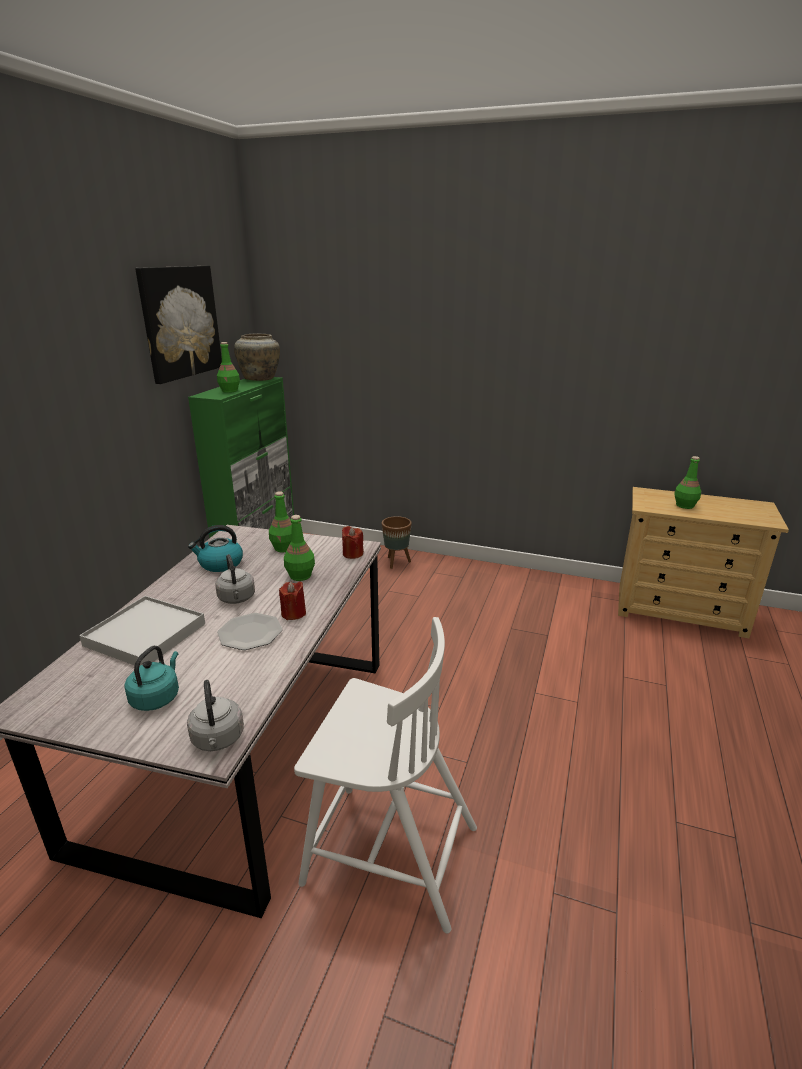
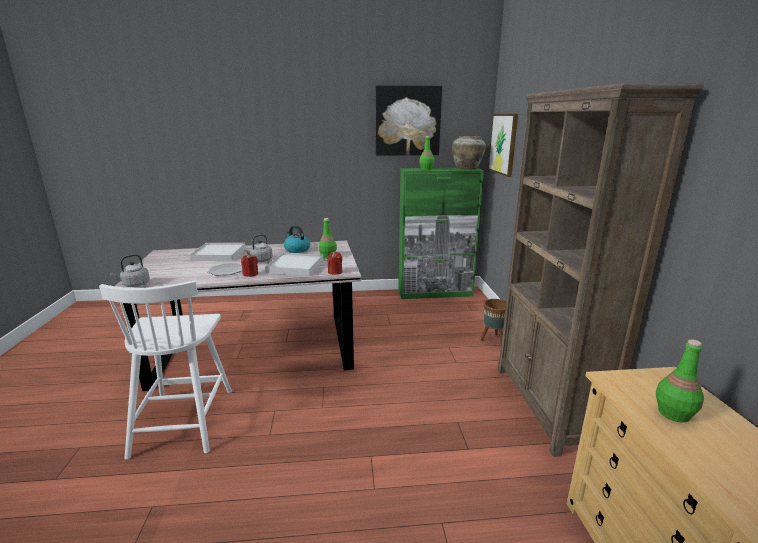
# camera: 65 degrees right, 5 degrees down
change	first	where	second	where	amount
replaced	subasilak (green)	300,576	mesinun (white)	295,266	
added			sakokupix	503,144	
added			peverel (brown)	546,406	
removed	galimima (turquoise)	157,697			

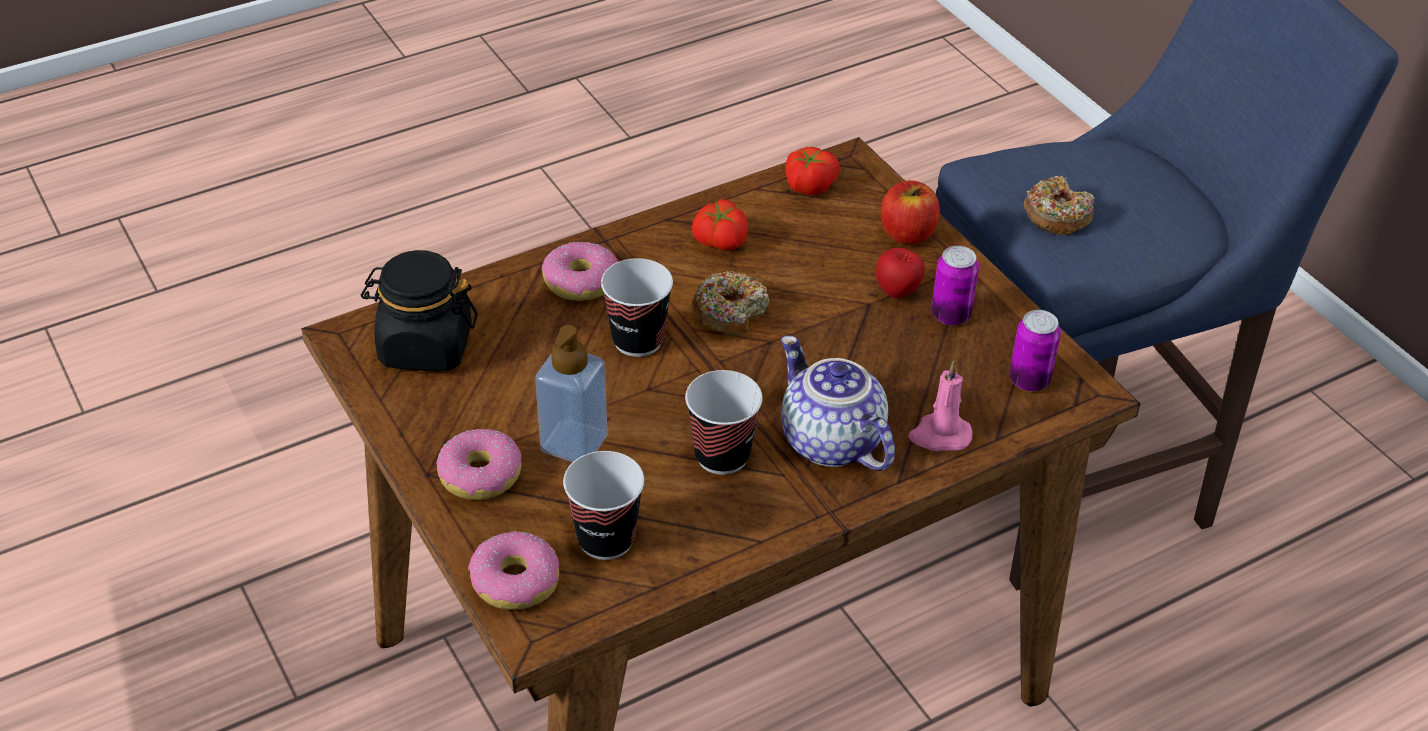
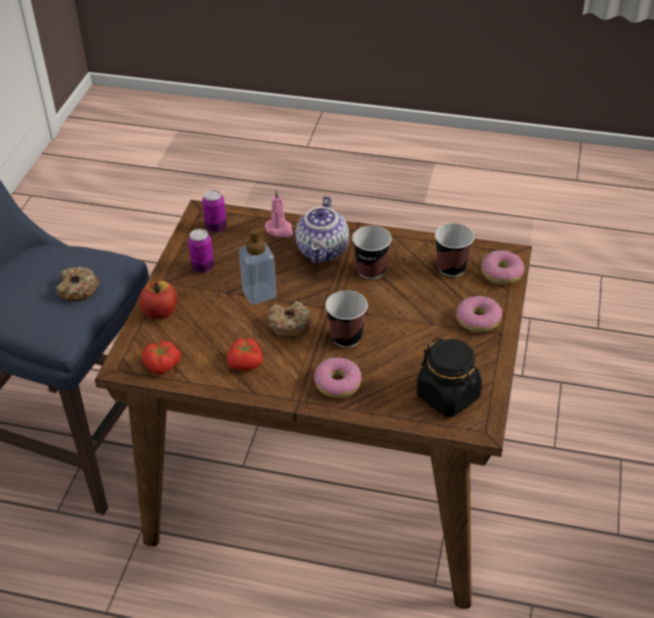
# camera: 135 degrees left, 0 degrees up
change	first	where	second	where	amount
moved	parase	574,443		259,294	
removed	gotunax	898,292			

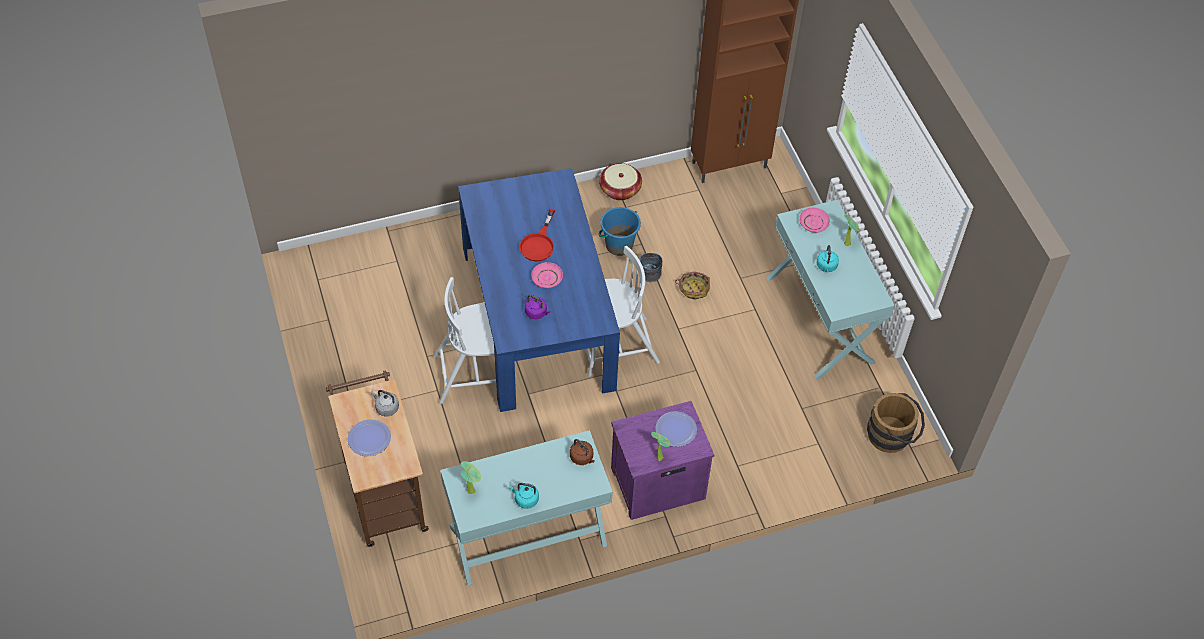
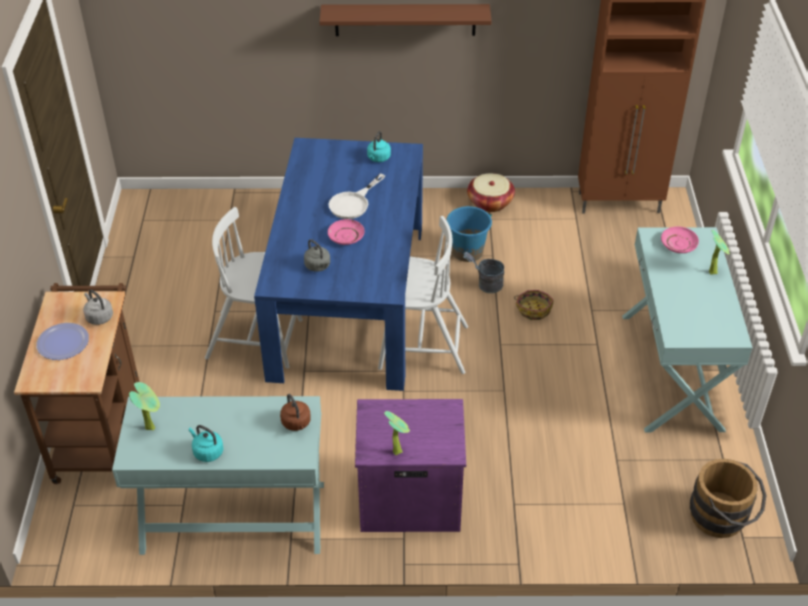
# camera: 20 degrees right, 10 degrees down
change	first	where	second	where	amount
recoloured	galimima (purple)	537,313	galimima (grey)	318,266	
added			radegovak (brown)	405,19	
recoloured	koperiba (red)	539,243	koperiba (white)	353,203	
moved	galimima (turquoise)	826,267		378,158	
removed	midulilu	676,430			

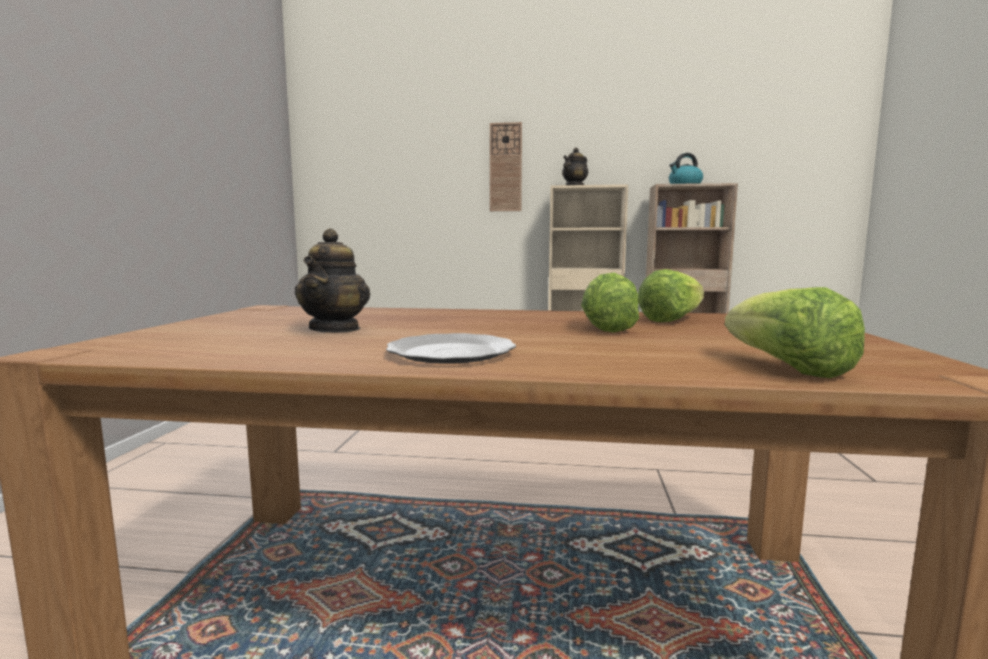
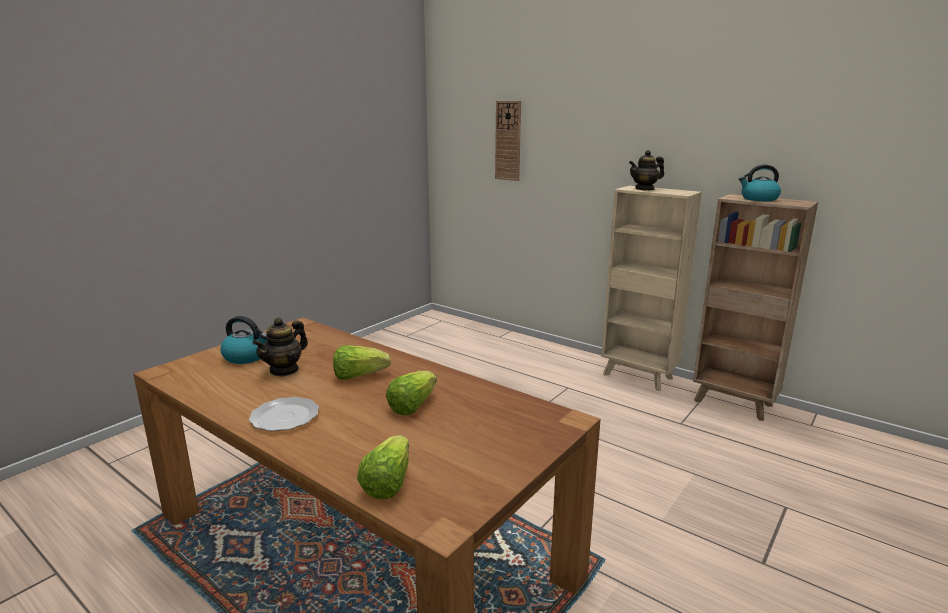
# camera: 30 degrees right, 10 degrees up
change	first	where	second	where	amount
added			galimima	247,356	
moved	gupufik	671,320		359,376	
moved	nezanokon	505,167		508,141	

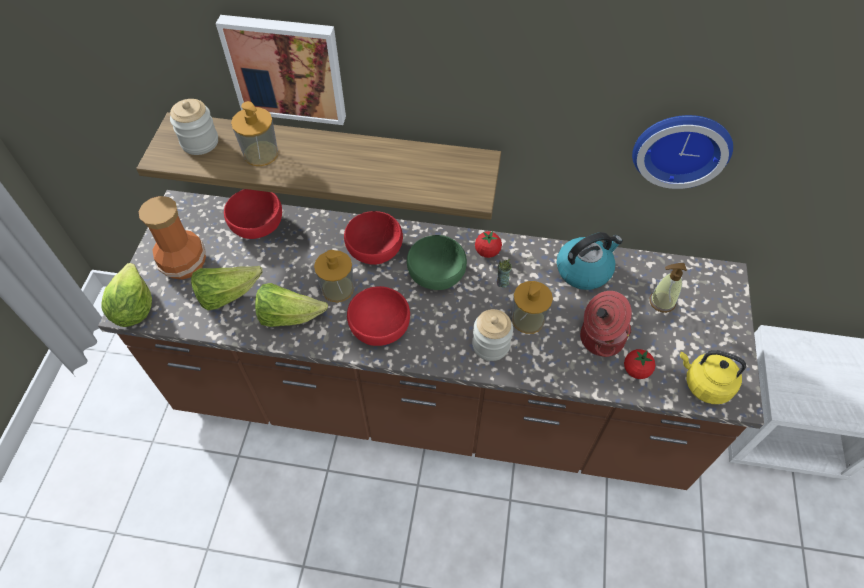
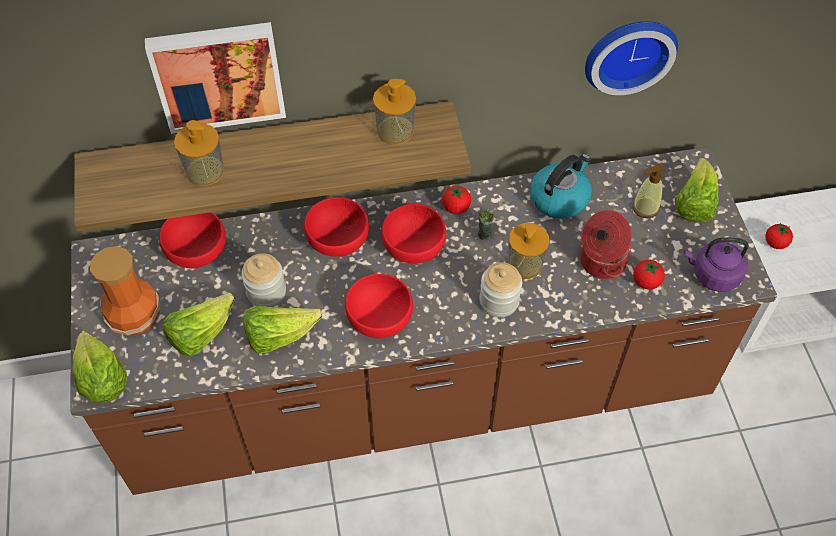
# camera: 20 degrees left, 0 degrees up
change	first	where	second	where	amount
moved	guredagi	200,142		266,292	
moved	parase	337,289		395,130	
recoloured	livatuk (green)	435,273	livatuk (red)	413,246	
added			gupufik	694,204	
recoloured	galimima (yellow)	704,384	galimima (purple)	713,275	
added			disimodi	775,243	

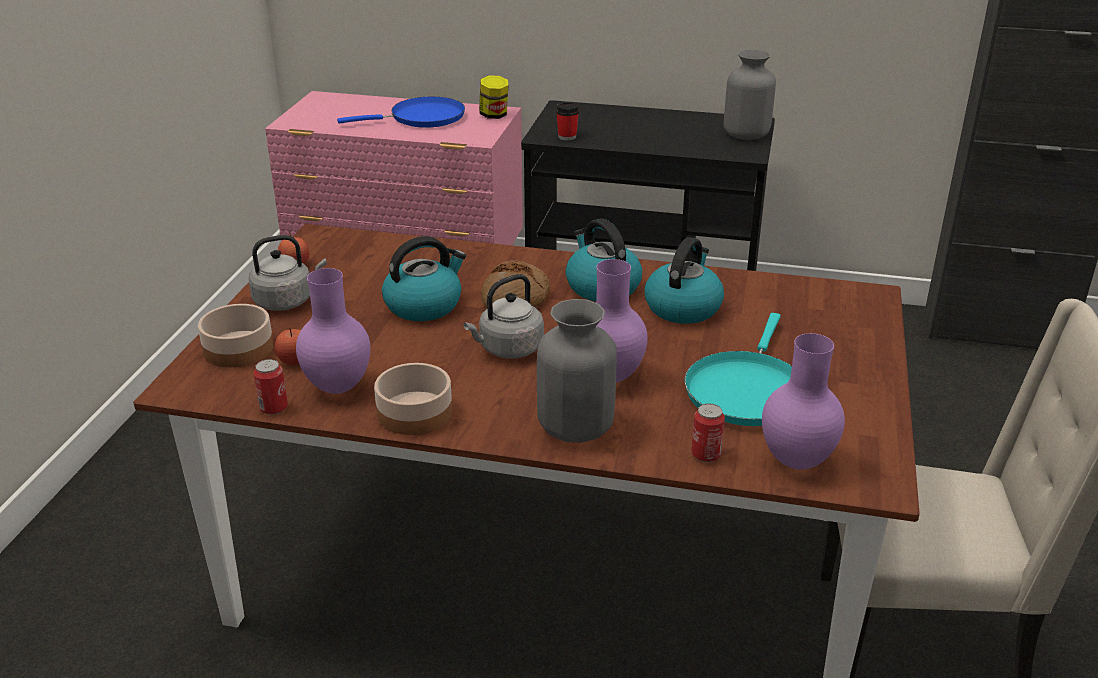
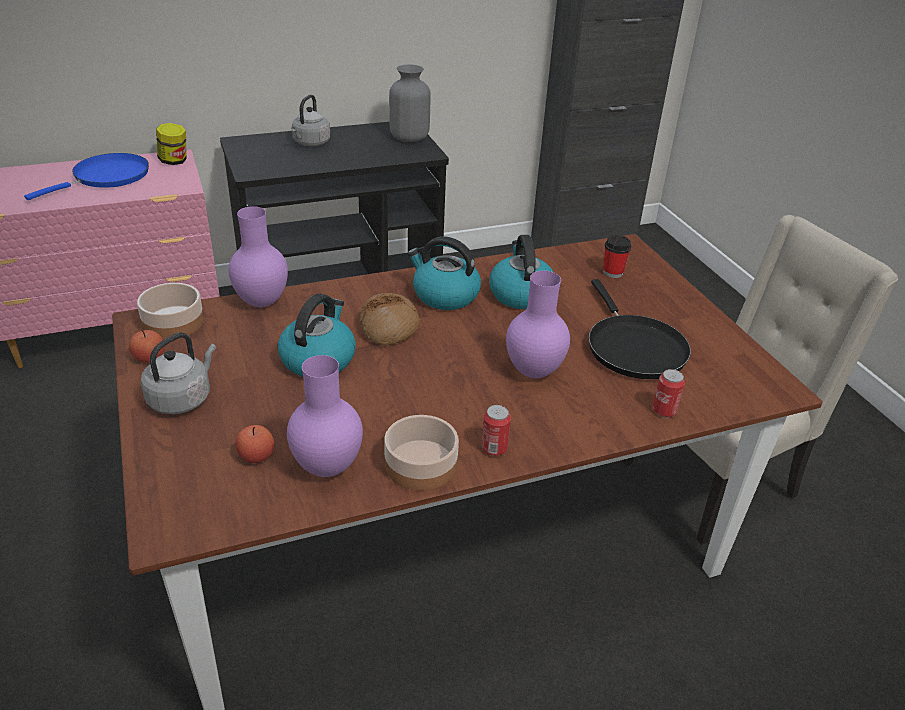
# camera: 35 degrees left, 5 degrees up
change	first	where	second	where	amount
moved	livatuk	238,348		173,322	
moved	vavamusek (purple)	798,461		263,302	
moved	galimima (grey)	508,349		310,143	
moved	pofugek	274,408		494,448	
recoloured	koperiba (turquoise)	746,390	koperiba (black)	633,347	
moved	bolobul	567,137		613,272	
removed	vavamusek (grey)	575,427			

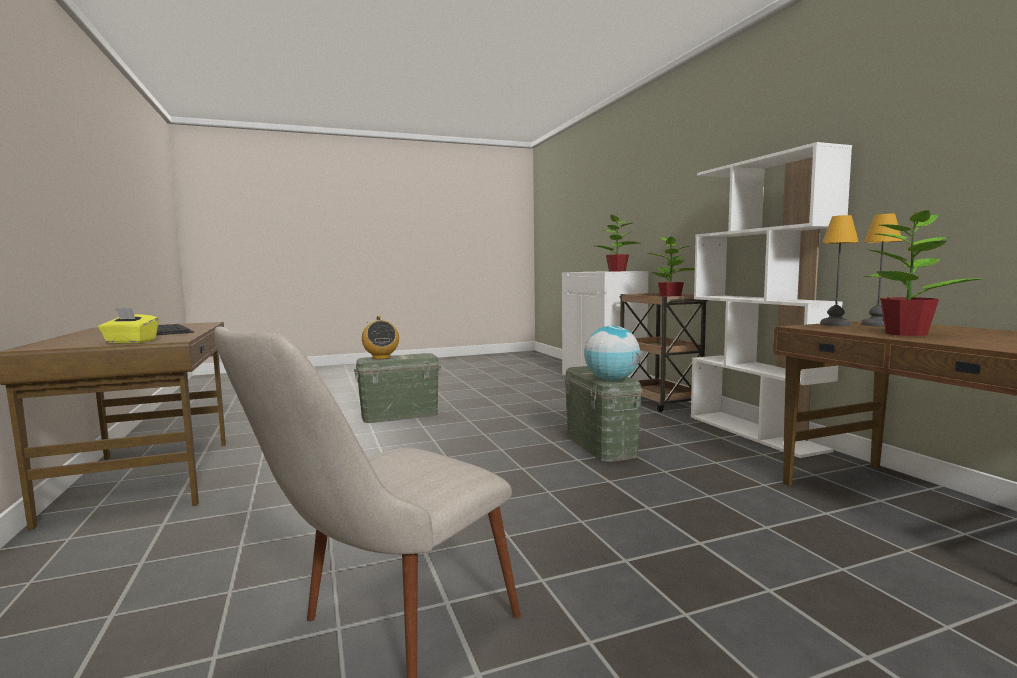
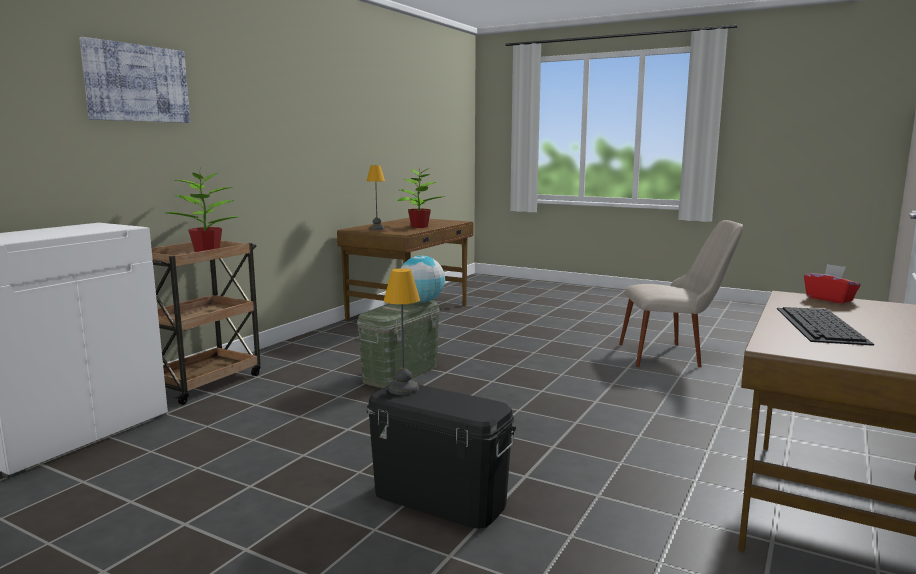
# camera: 130 degrees left, 5 degrees up
change	first	where	second	where	amount
added			sakokupix	137,83	
recoloured	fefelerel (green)	400,415	fefelerel (black)	439,498	
moved	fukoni	835,324		404,389	
recoloured	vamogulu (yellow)	130,342	vamogulu (red)	829,299	
removed	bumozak	381,357			
removed	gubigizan	617,271			
removed	peverel (white)	755,433			

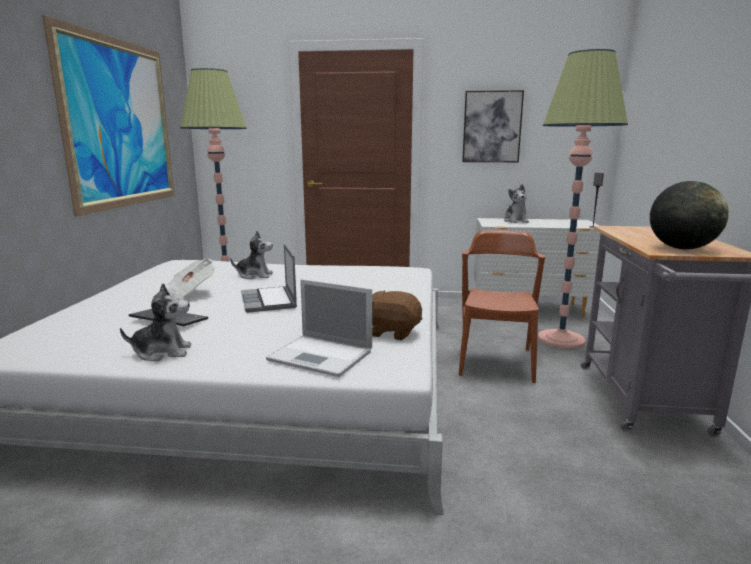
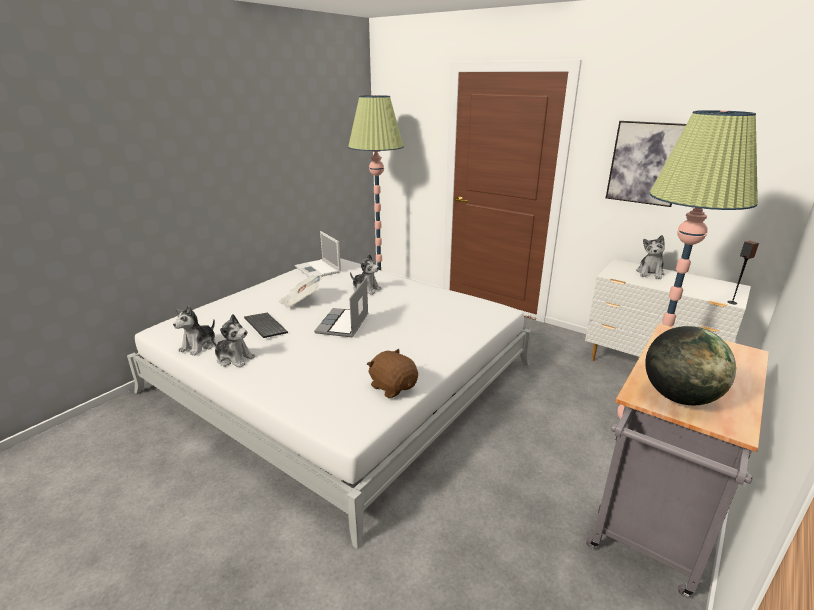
# camera: 30 degrees right, 10 degrees up
change	first	where	second	where	amount
added			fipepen	199,346	
moved	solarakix	322,356		318,269	
removed	sakokupix	121,124			
removed	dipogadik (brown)	496,361			

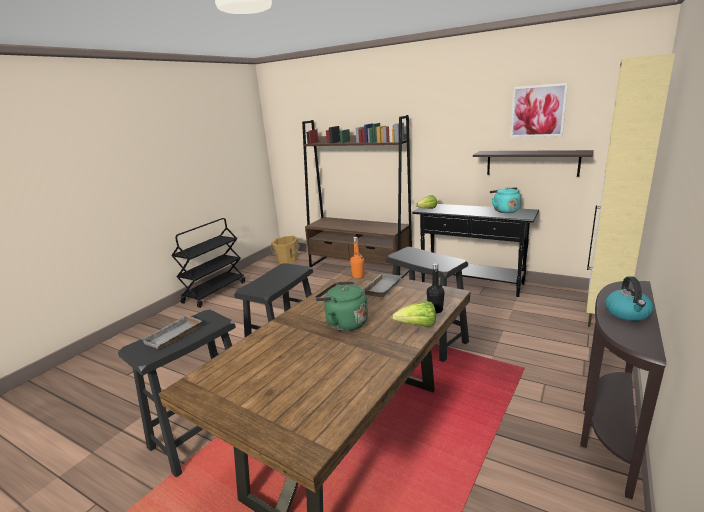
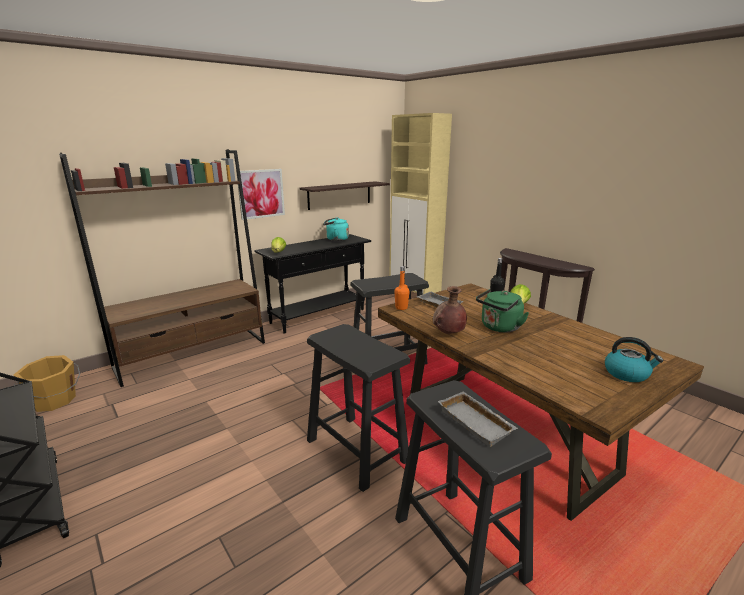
# camera: 70 degrees left, 0 degrees up
change	first	where	second	where	amount
moved	sakokupix	538,111		261,193	
added			vavamusek (brown)	448,333	
moved	galimima	628,313		627,374	

